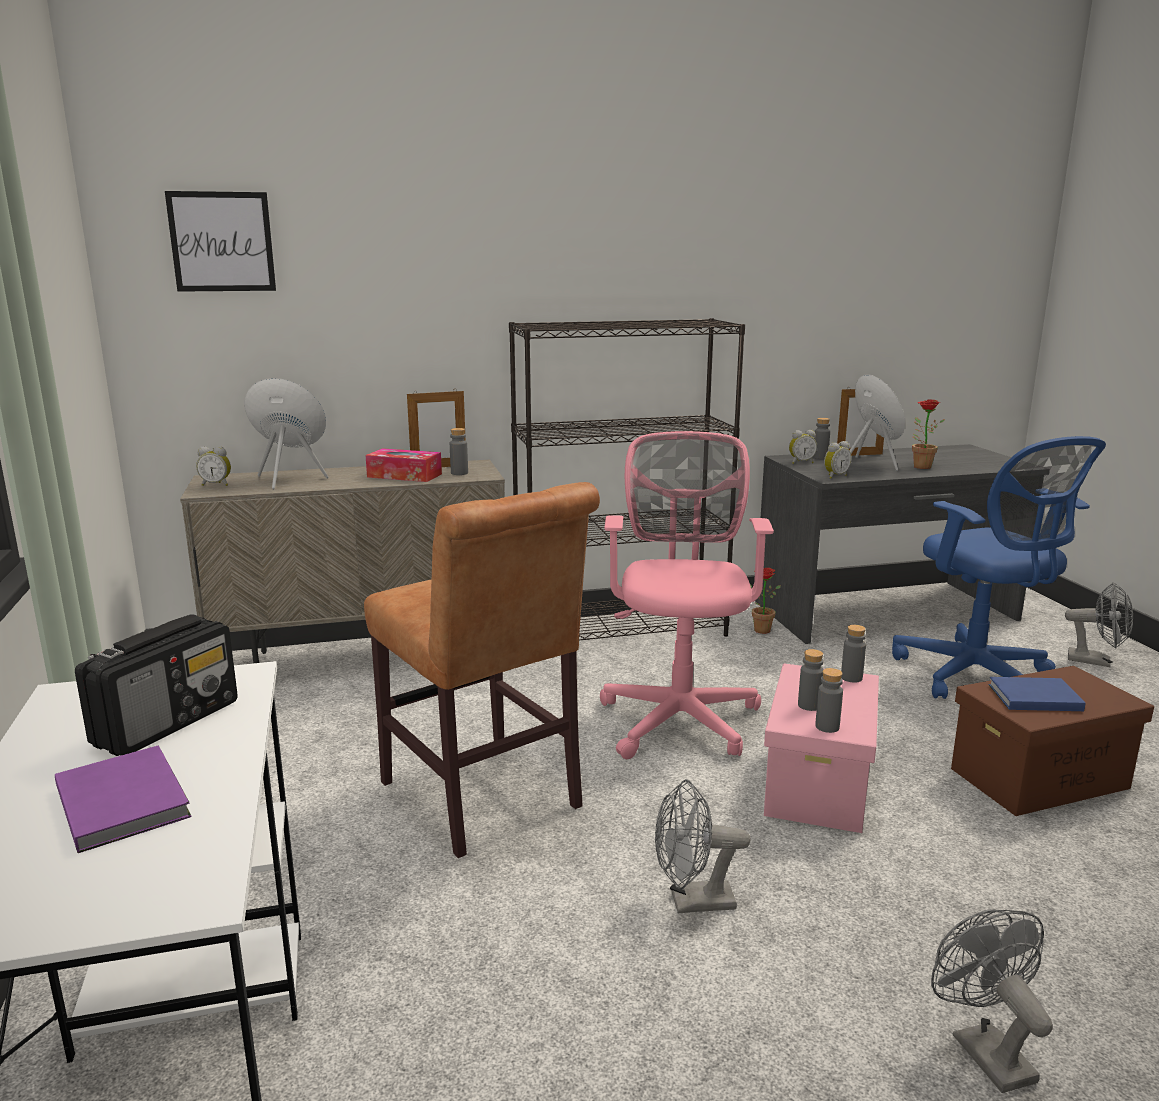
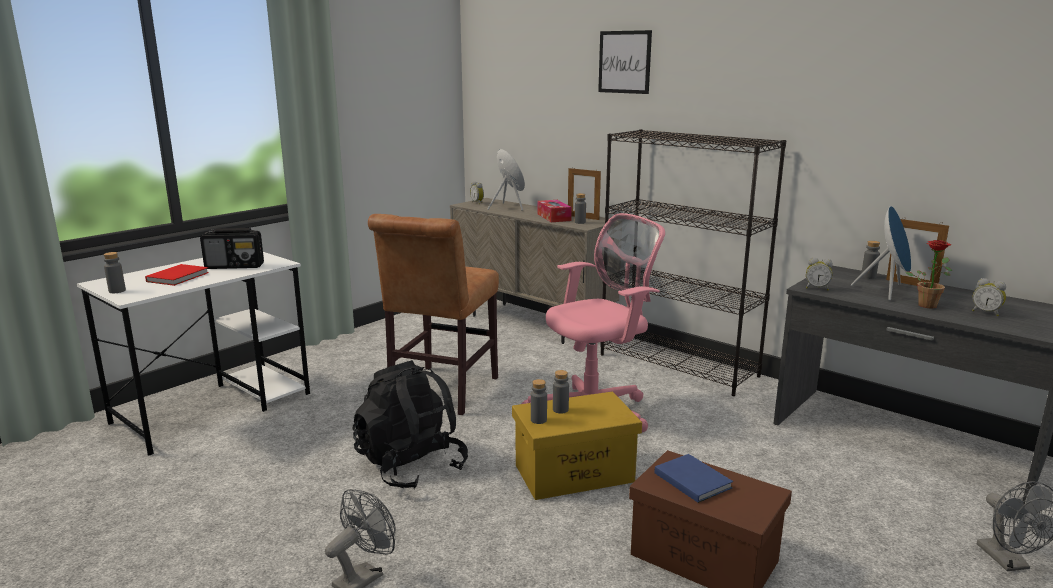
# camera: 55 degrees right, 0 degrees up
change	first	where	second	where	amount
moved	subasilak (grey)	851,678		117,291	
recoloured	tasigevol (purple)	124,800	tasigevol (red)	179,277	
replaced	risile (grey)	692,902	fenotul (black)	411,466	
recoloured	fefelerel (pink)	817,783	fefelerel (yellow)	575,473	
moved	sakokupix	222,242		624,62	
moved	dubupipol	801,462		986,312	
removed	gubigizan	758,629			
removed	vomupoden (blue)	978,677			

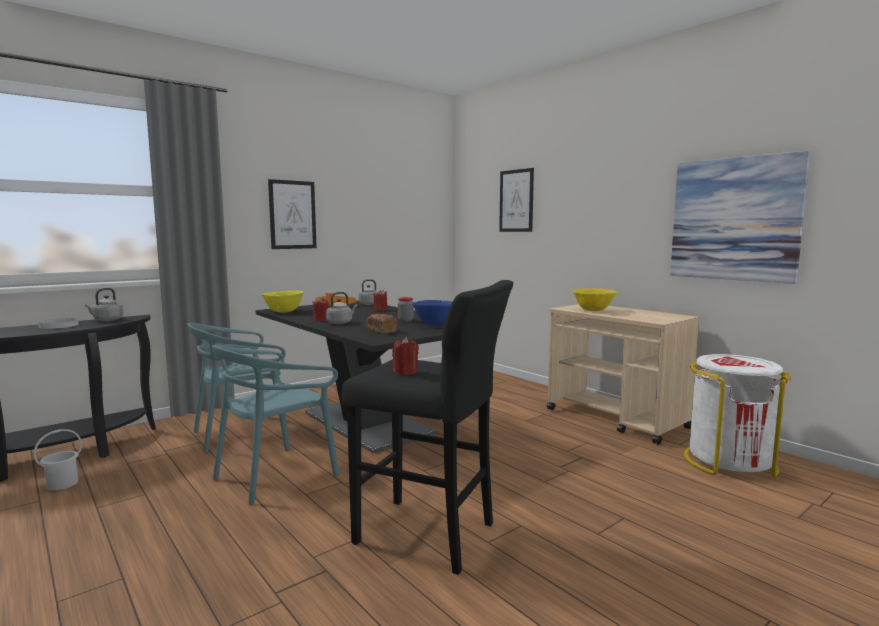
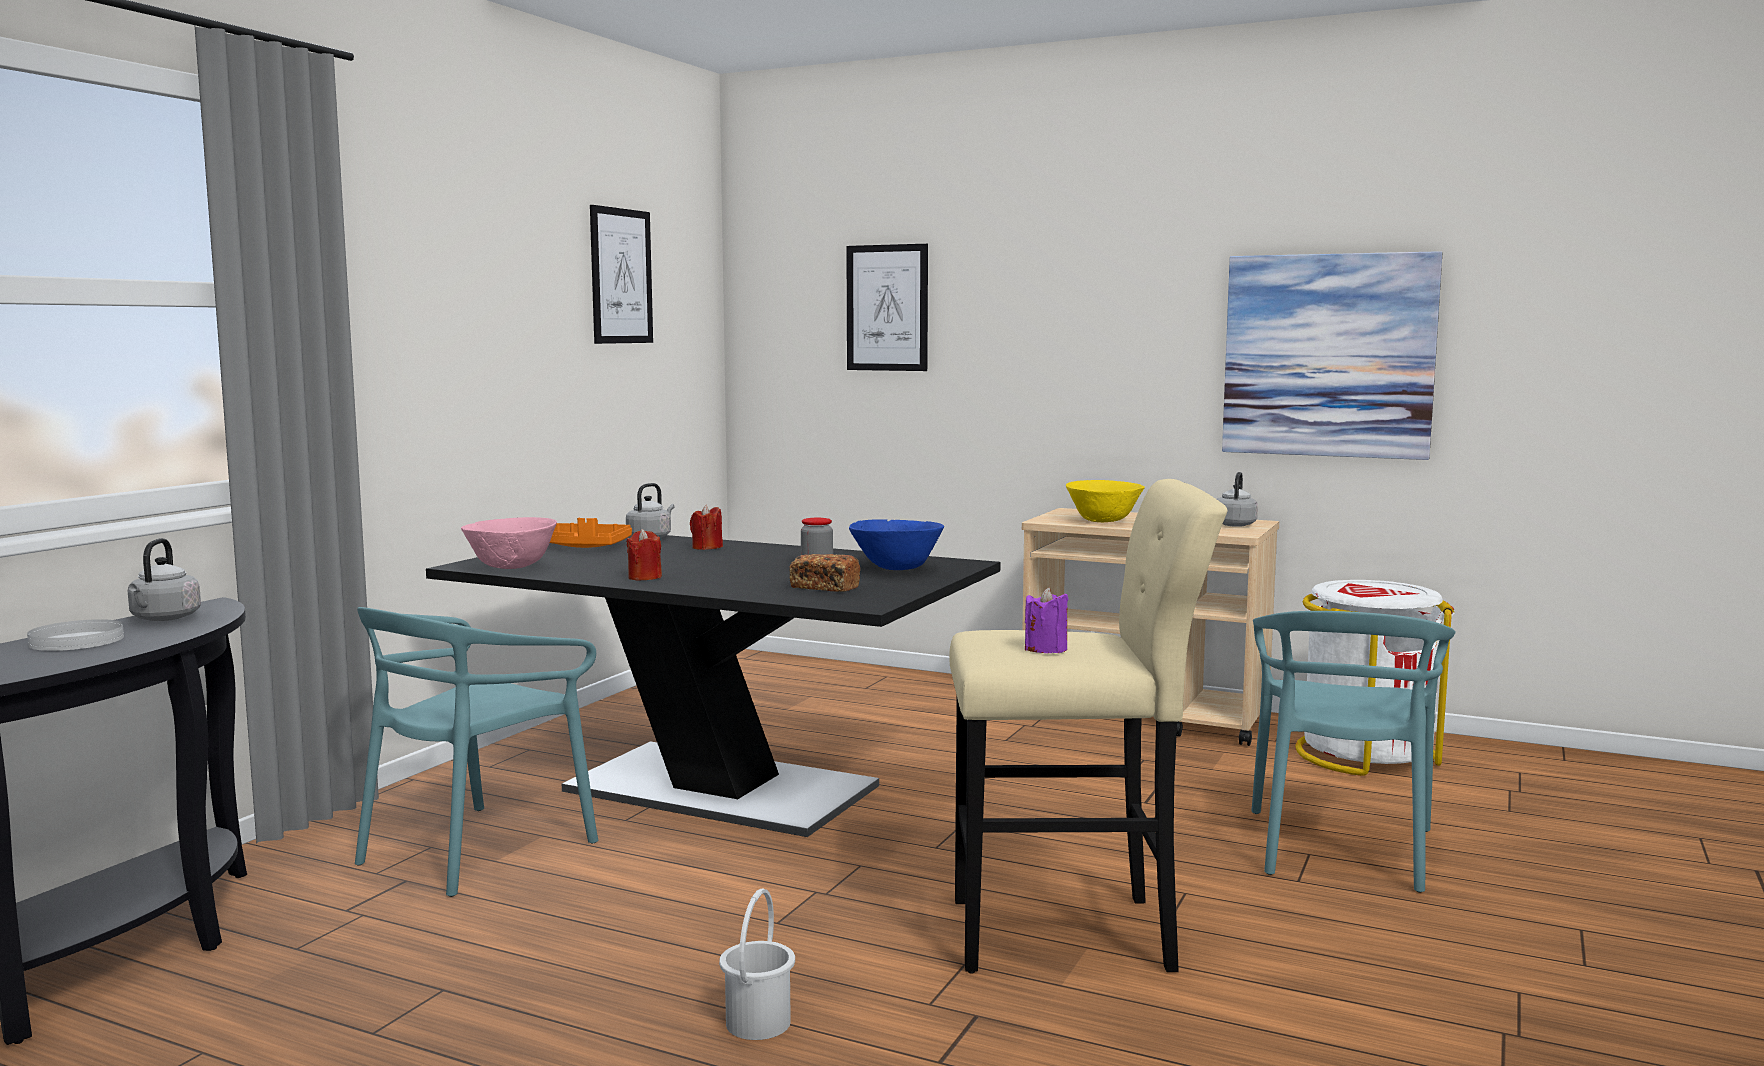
# camera: 25 degrees left, 0 degrees up
change	first	where	second	where	amount
recoloured	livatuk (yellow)	284,312	livatuk (pink)	512,568	
moved	sakokupix	292,215		621,276	
moved	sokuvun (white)	62,484		757,1023	
recoloured	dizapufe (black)	431,536	dizapufe (beige)	1074,934	
recoloured	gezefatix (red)	405,372	gezefatix (purple)	1046,649	
moved	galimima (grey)	341,323		1235,524	
moved	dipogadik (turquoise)	275,475		1340,848	

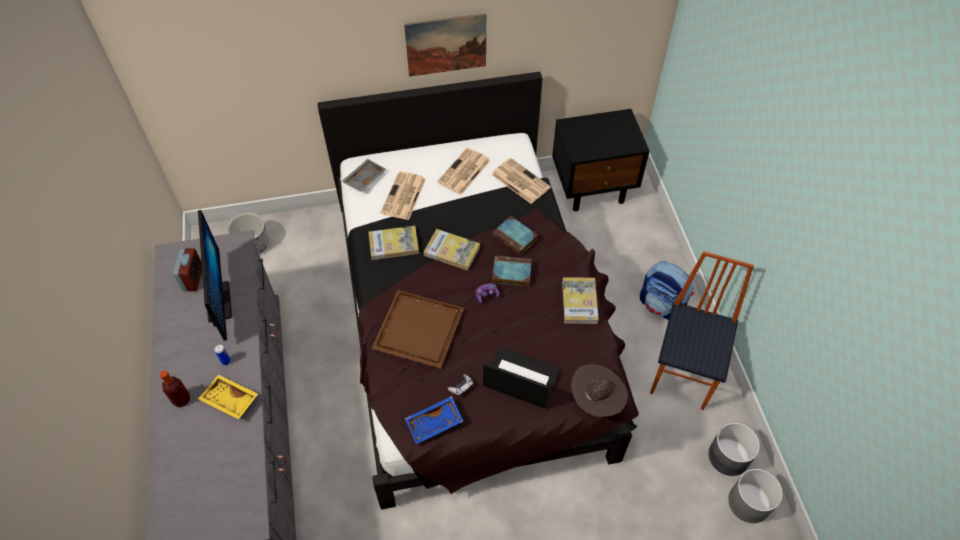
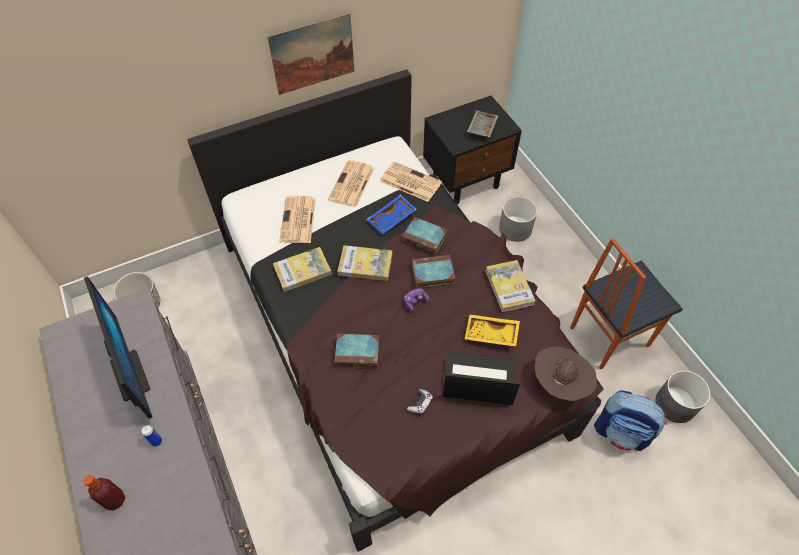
# camera: 15 degrees left, 0 degrees up
change	first	where	second	where	amount
replaced	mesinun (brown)	420,329	tasigevol	358,352	
moved	mesinun (blue)	434,424		392,219	
moved	mesinun (yellow)	229,401		491,335	
moved	mesinun (grey)	364,179		481,128	
moved	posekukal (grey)	749,502		515,228	
turned	dipogadik	684,375		608,336	120 degrees counterclockwise
moved	fenotul	662,306		621,433	
removed	dubupipol	193,278			

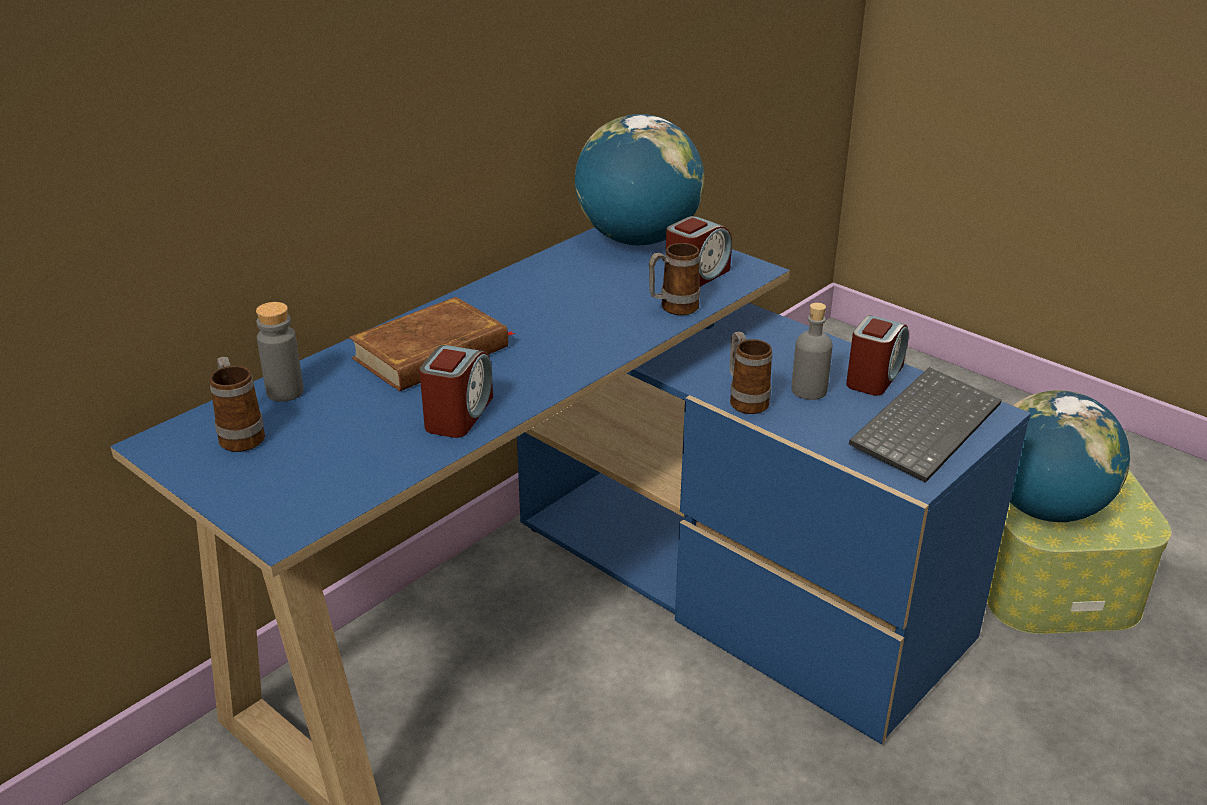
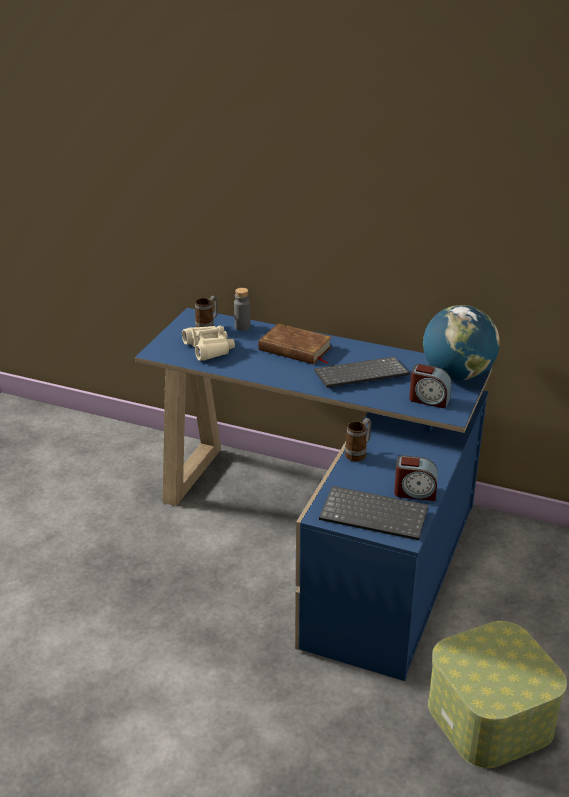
# camera: 70 degrees right, 0 degrees up
change	first	where	second	where	amount
added			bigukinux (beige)	209,348	
added			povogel	360,375	
removed	dubupipol	458,414			
removed	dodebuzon	672,308			
removed	subasilak (grey)	809,390			
removed	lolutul	1044,508			

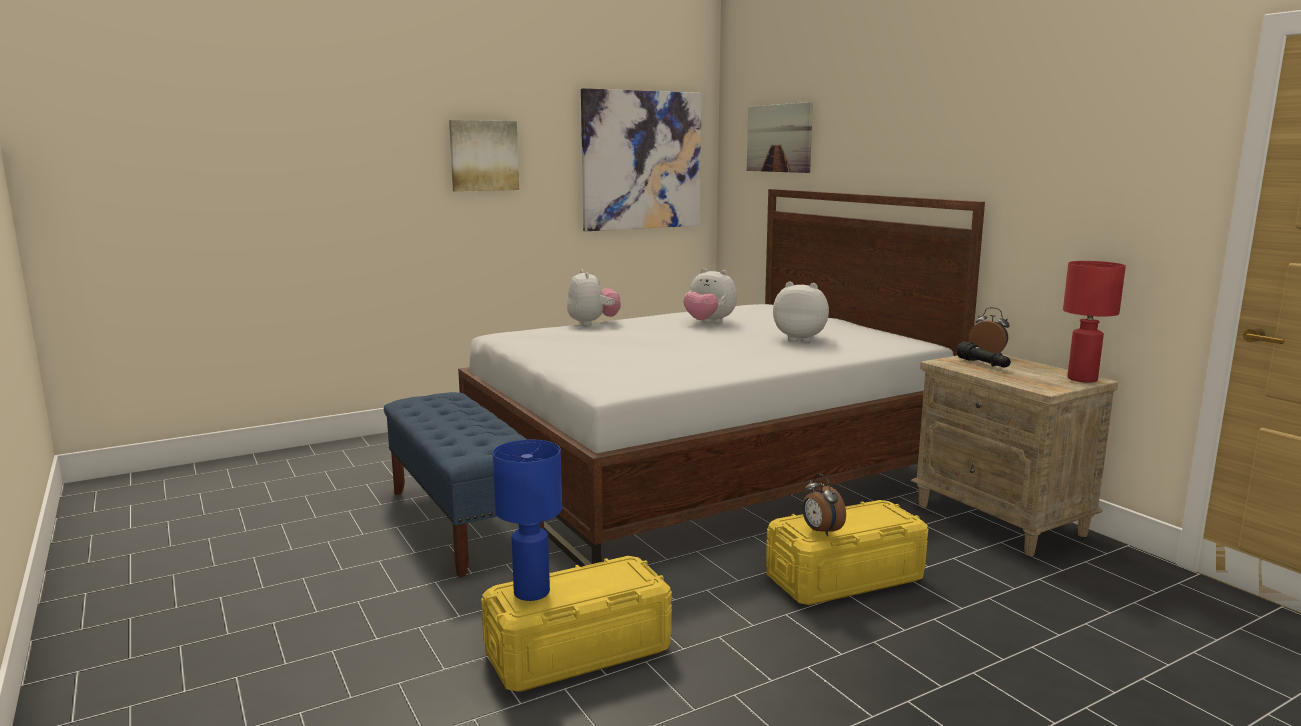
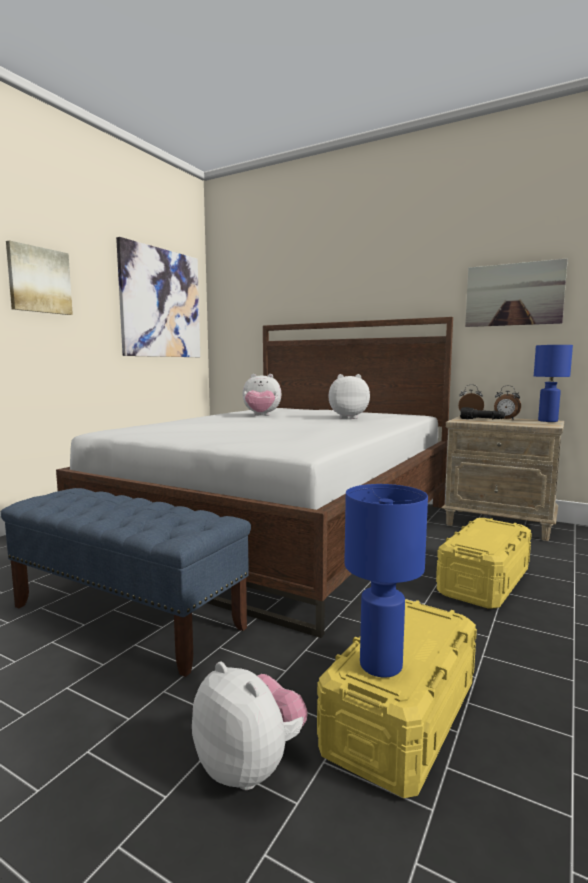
# camera: 30 degrees left, 5 degrees down
change	first	where	second	where	amount
moved	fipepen	592,323		250,766	
moved	sakokupix	779,138		514,294	
moved	dubupipol	820,531		506,419	
recoloured	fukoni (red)	1082,379	fukoni (blue)	548,421	

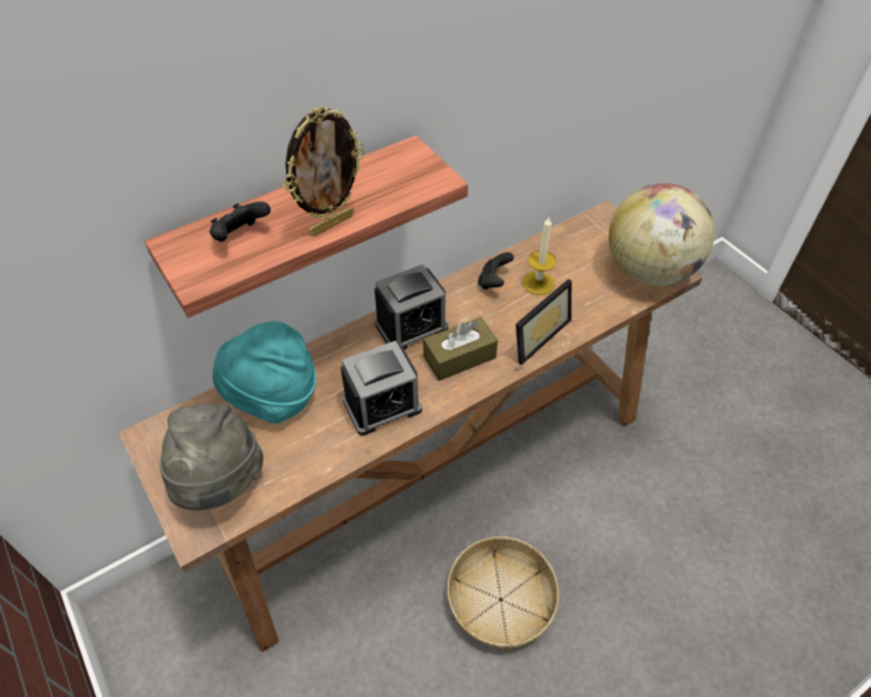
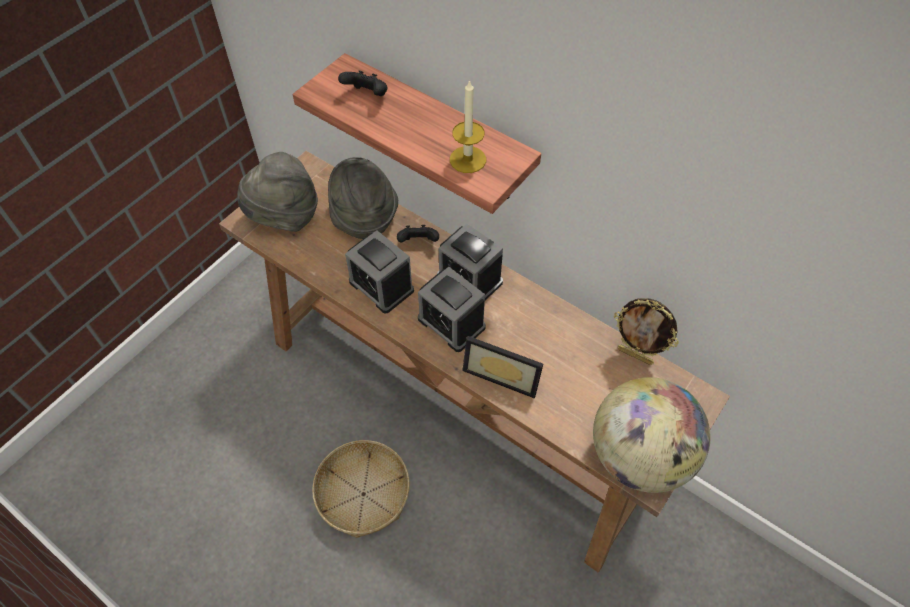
# camera: 70 degrees right, 5 degrees up
change	first	where	second	where	amount
recoloured	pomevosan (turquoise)	273,397	pomevosan (grey)	364,218	
moved	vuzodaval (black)	493,281		418,242	
replaced	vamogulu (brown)	459,357	dubupipol	451,323	
moved	gezefatix	538,283		467,159	
moved	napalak	331,224		635,355	

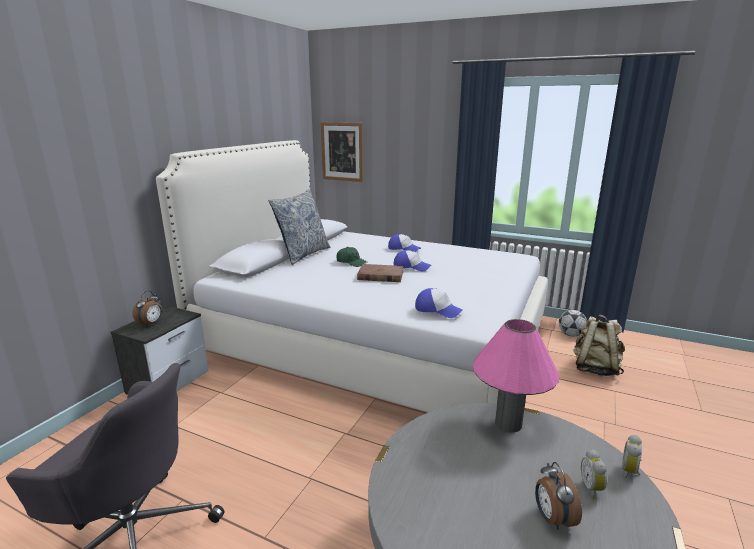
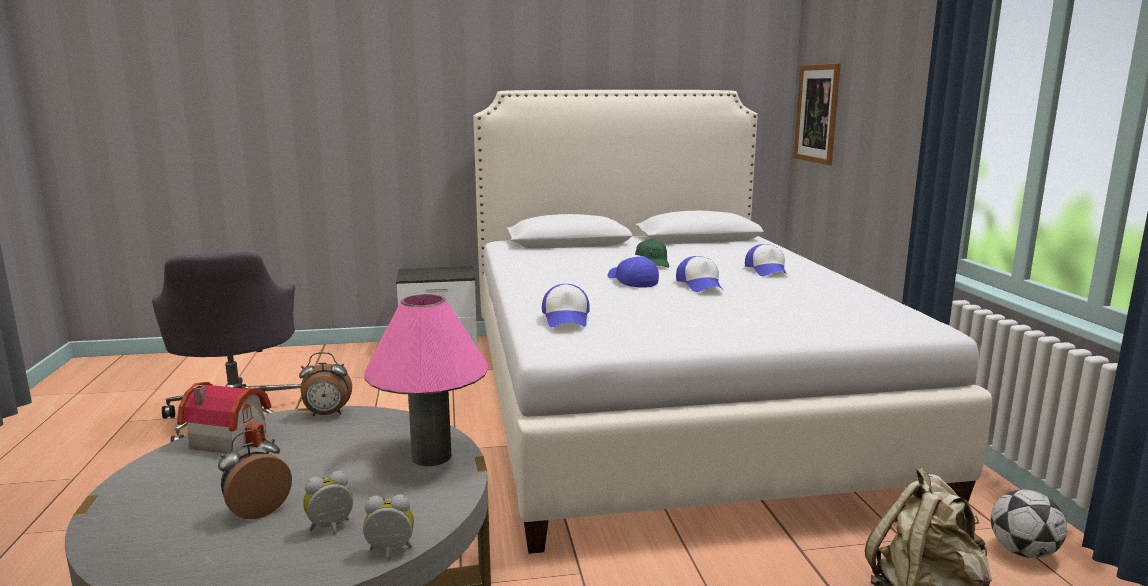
# camera: 55 degrees right, 5 degrees down
change	first	where	second	where	amount
added			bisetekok	230,438	
moved	dubupipol	151,324		327,414	
replaced	tasigevol (brown)	380,276	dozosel	632,280	
removed	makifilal	303,254			

